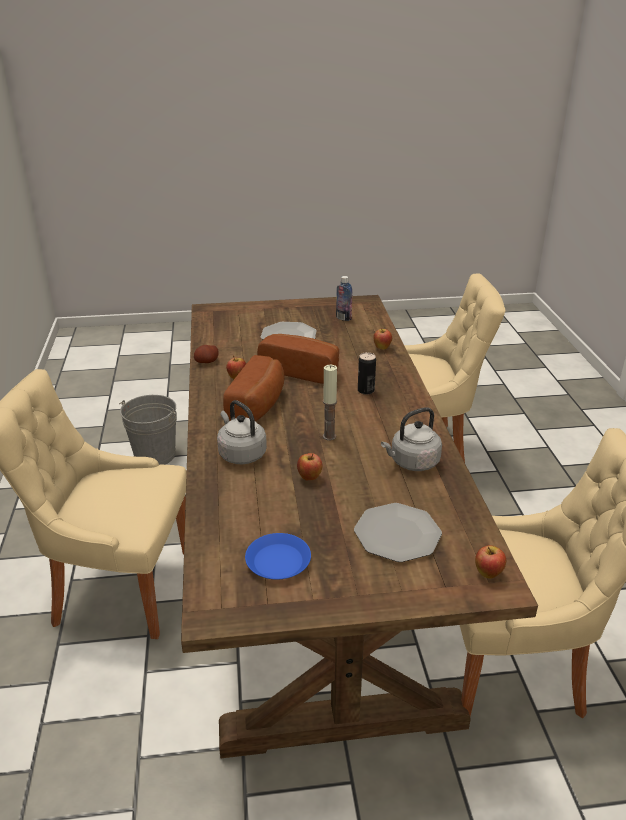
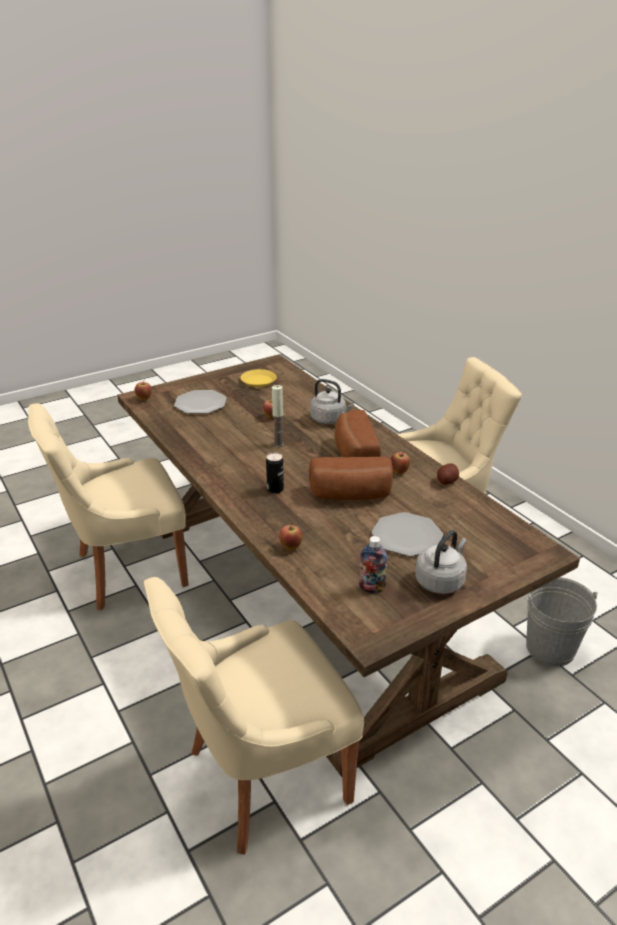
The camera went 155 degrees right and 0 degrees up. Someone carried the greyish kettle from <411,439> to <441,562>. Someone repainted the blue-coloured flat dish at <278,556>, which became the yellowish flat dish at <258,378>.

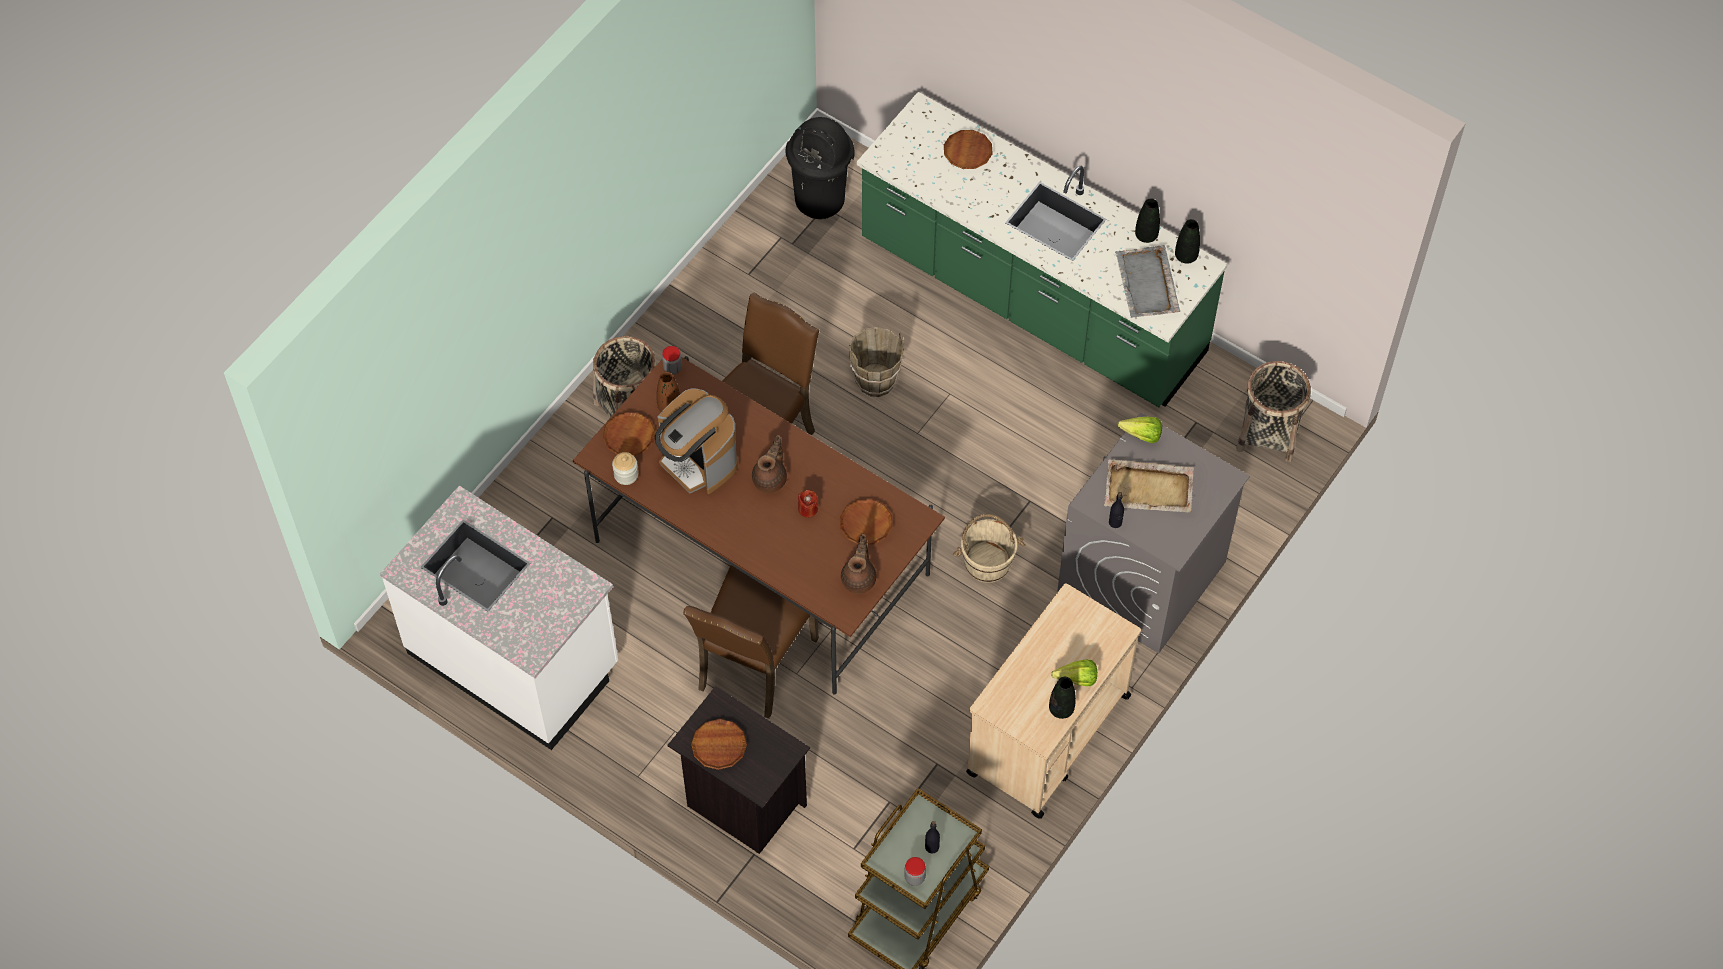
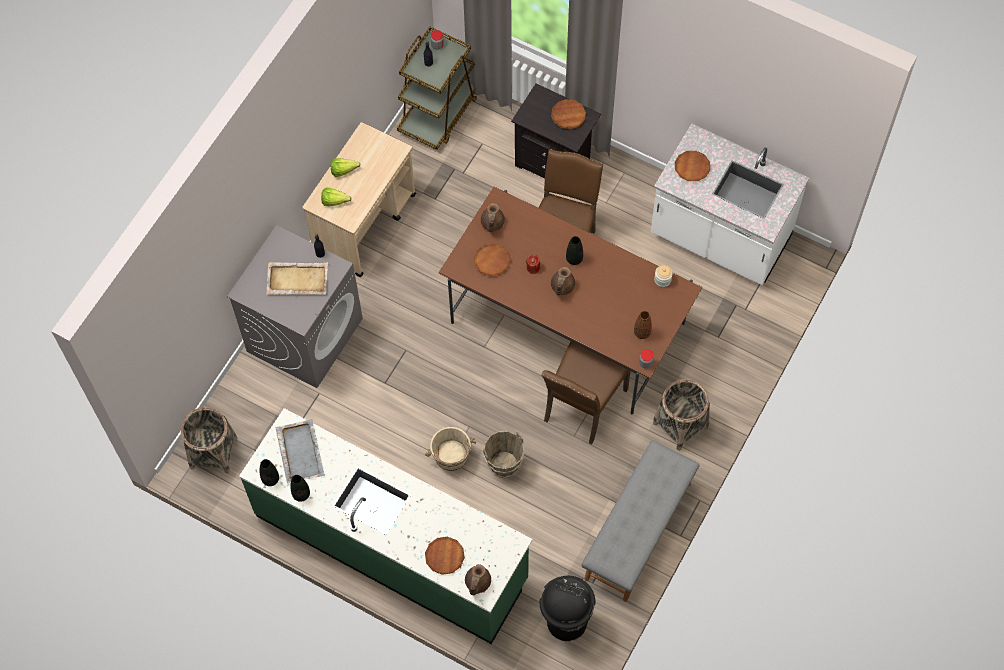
The camera went 175 degrees right and 5 degrees up. Someone took away the coffee maker at <696,441>. Someone put down the brown tea pot at <478,579>. Someone put down the greyish indoor bench at <641,521>. Someone carried the brown flat dish from <629,434> to <692,166>. Someone carried the sand-coloured water bucket from <989,548> to <450,449>. Someone carried the black flower vase from <1062,698> to <574,250>. Someone carried the lettuce from <1140,430> to <336,196>.

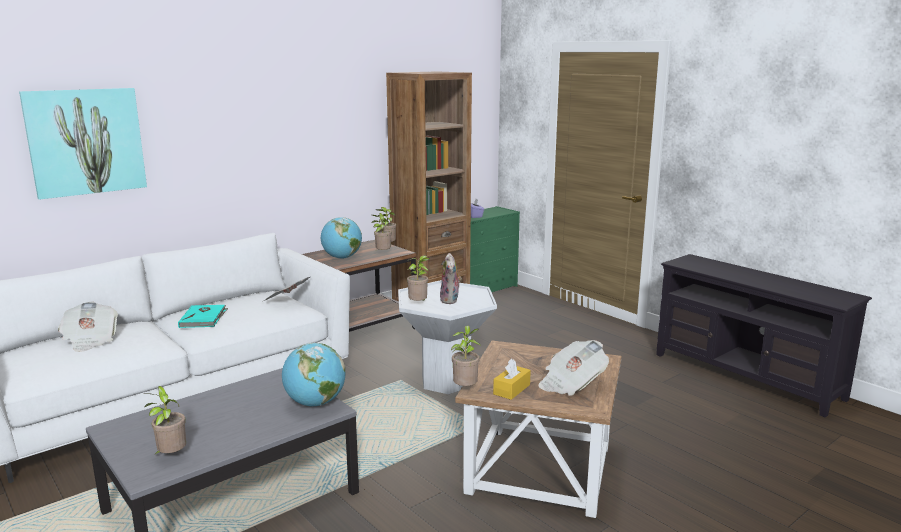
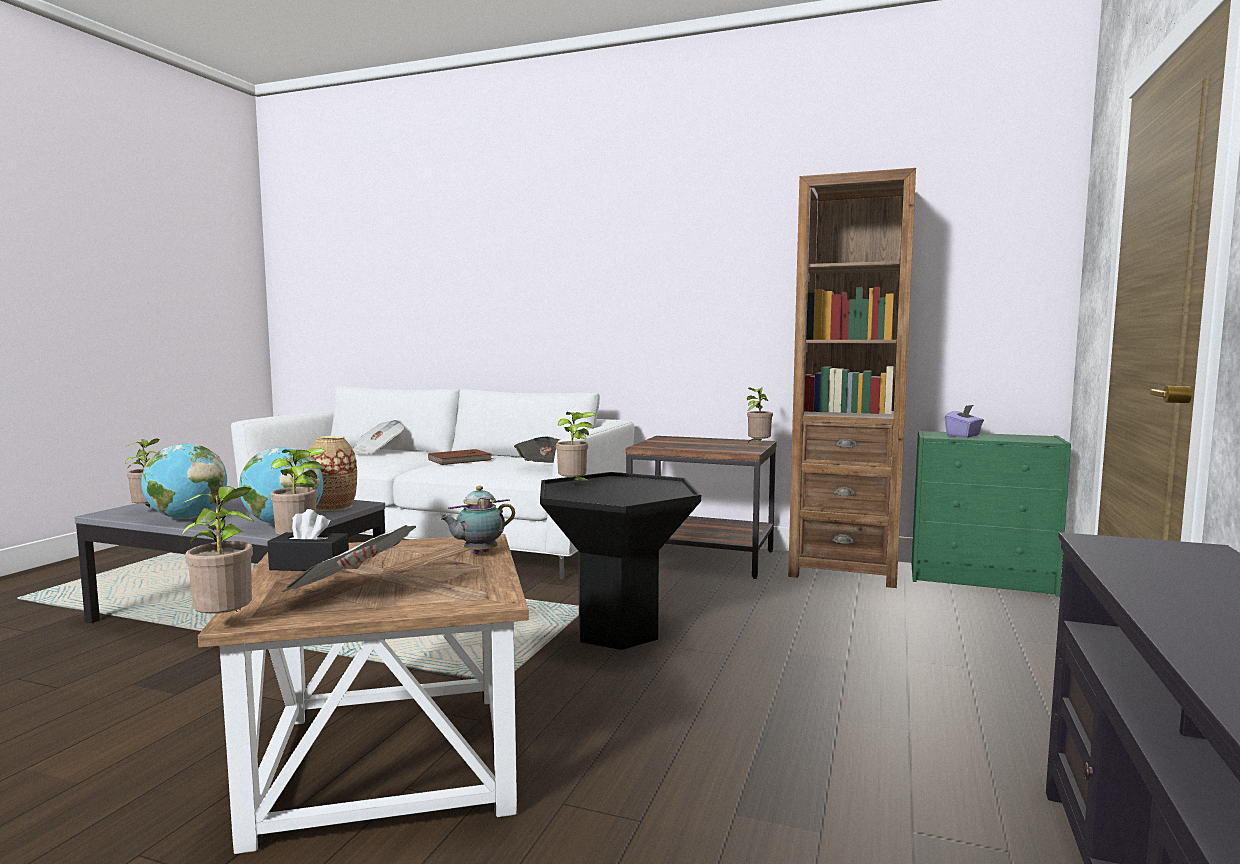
The camera went 60 degrees right and 10 degrees down. Someone took away the wall picture at <83,144>. Someone took away the cuddly toy at <451,278>. Someone put down the flower vase at <333,473>. Someone put down the tea pot at <477,520>. Someone carried the desk globe from <341,238> to <184,481>. Someone carried the plant in a pot from <381,232> to <217,550>. Someone repainted the turquoise book at <203,316>, which became the brown book at <461,457>. Someone repainted the whitish accent table at <447,337>, which became the black accent table at <620,561>. Someone repainted the yellowish tissue box at <512,379>, which became the black tissue box at <308,540>.

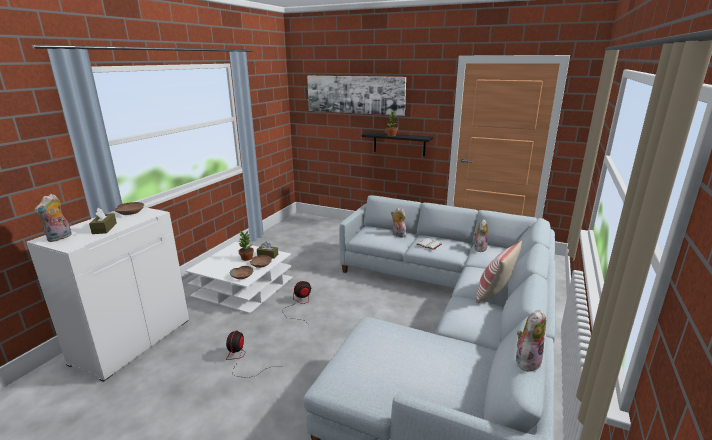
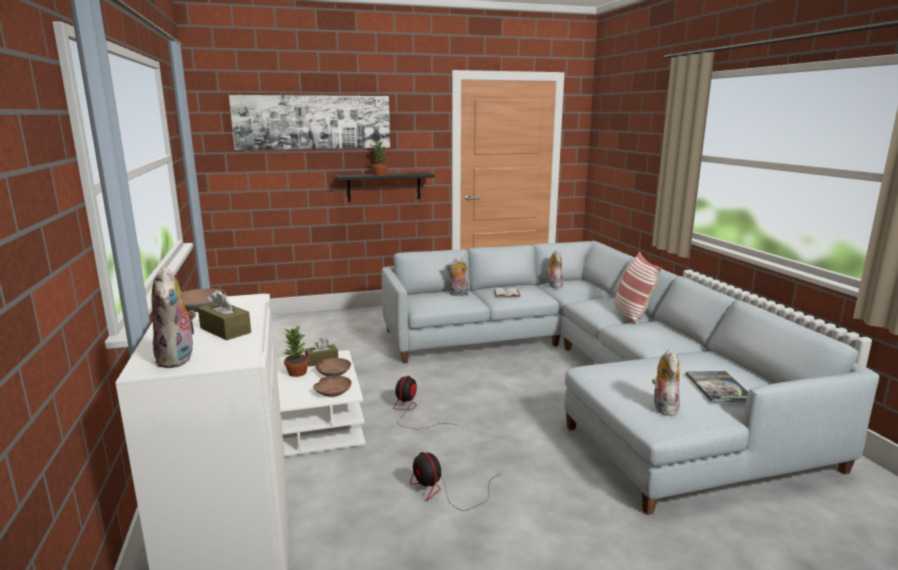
The camera went 40 degrees left and 5 degrees down. Someone put down the book at <717,386>. Someone carried the cuddly toy from <531,340> to <666,382>.

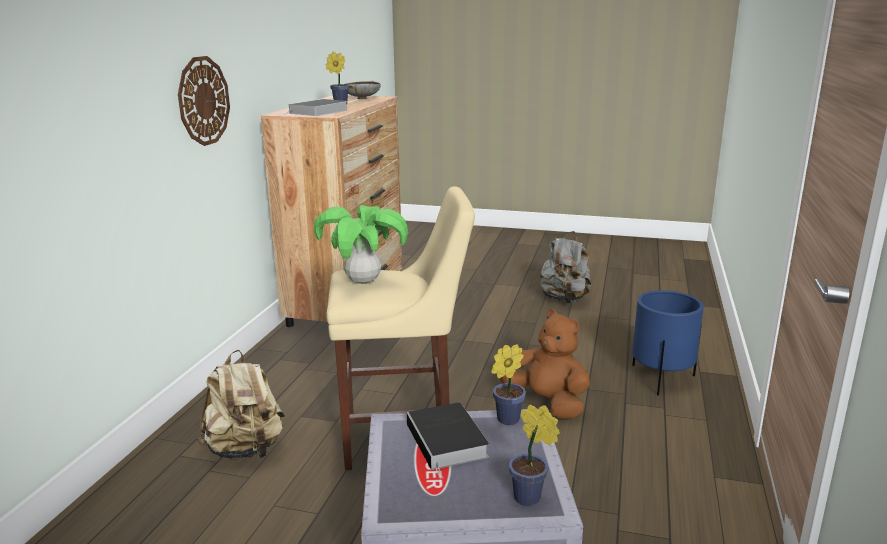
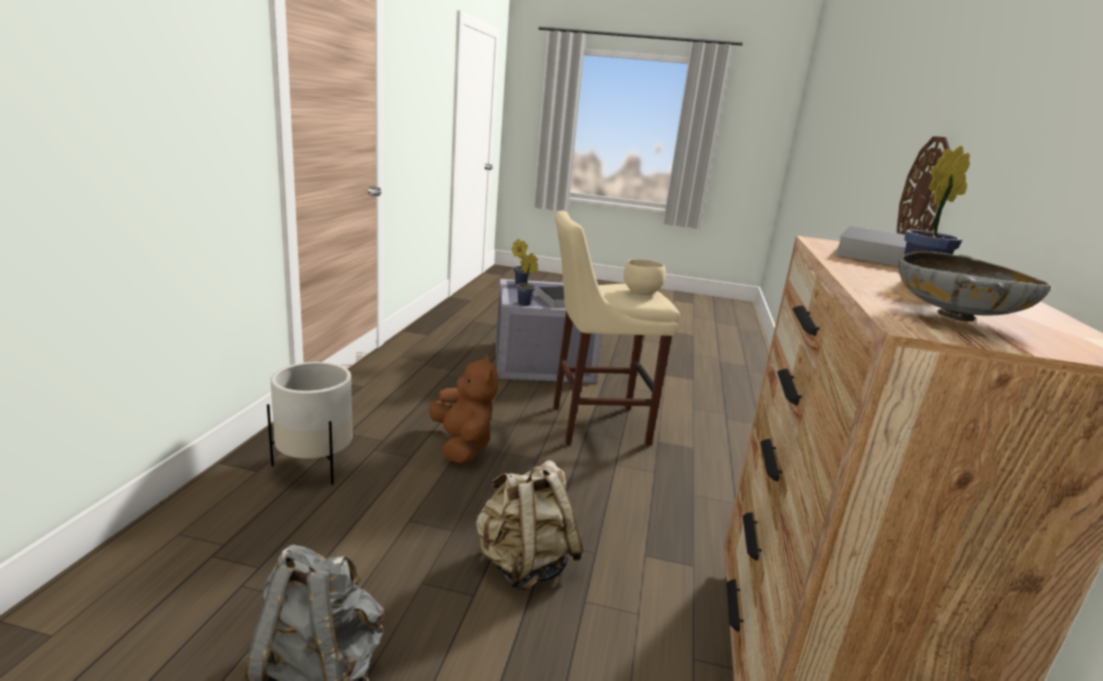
The camera went 175 degrees right and 0 degrees up. Someone carried the sand-coloured knapsack from <241,404> to <530,525>. Someone swapped the plant in a pot at <361,244> for the sand-coloured bowl at <645,277>. Someone repainted the blue-coloured planter at <668,343>, which became the whitish planter at <310,423>. Someone rotated the brown cuddly toy at <545,364> by 150 degrees counterclockwise.

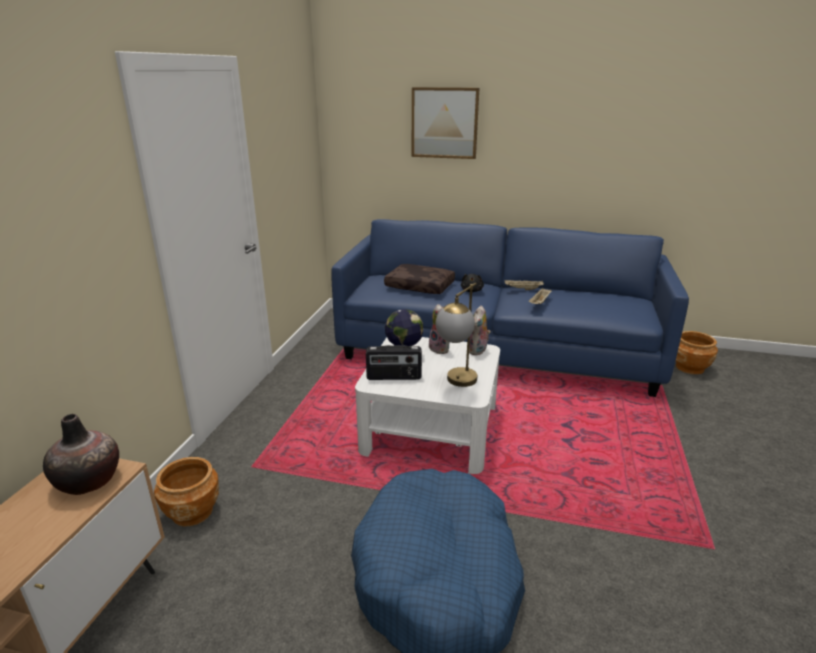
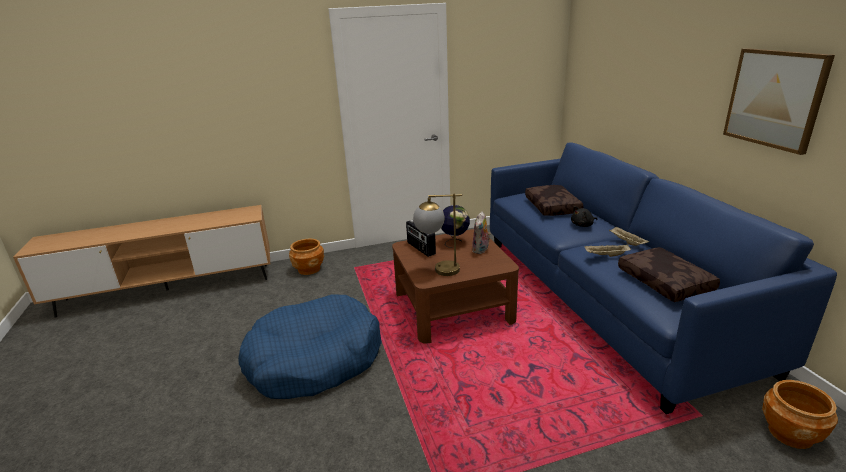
The camera went 60 degrees right and 0 degrees up. Someone took away the flower vase at <81,454>. Someone took away the cuddly toy at <480,330>. Someone put down the brown cushion at <669,274>. Someone carried the wall picture from <445,123> to <779,101>. Someone repainted the whitish coffee table at <427,405>, which became the brown coffee table at <455,286>.

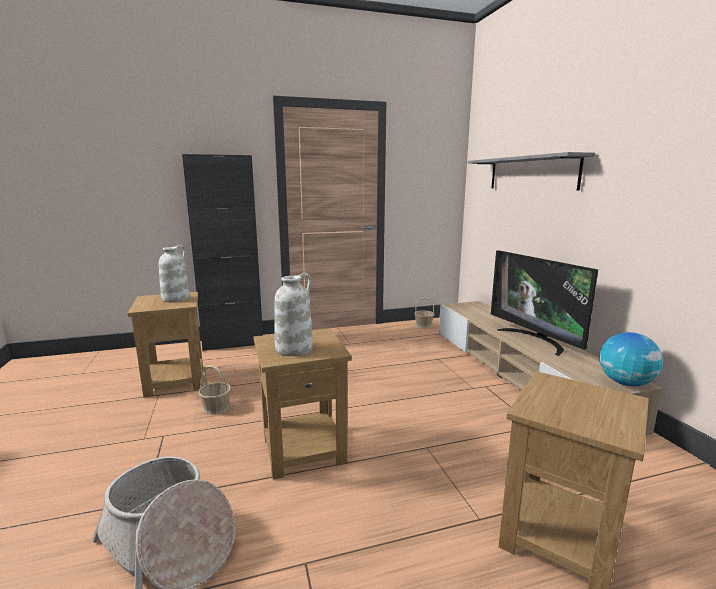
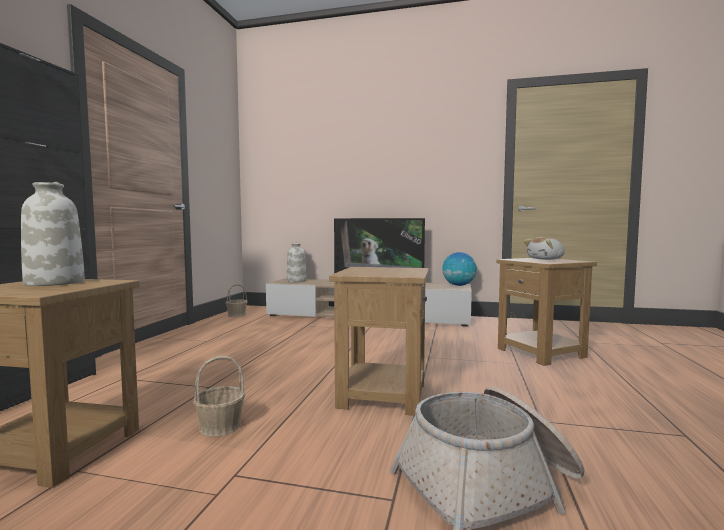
The camera went 60 degrees left and 10 degrees down. Someone took away the greyish wall shelf at <531,171>. Someone put down the cuddly toy at <544,248>. Someone carried the whitish flower vase from <293,314> to <296,262>.

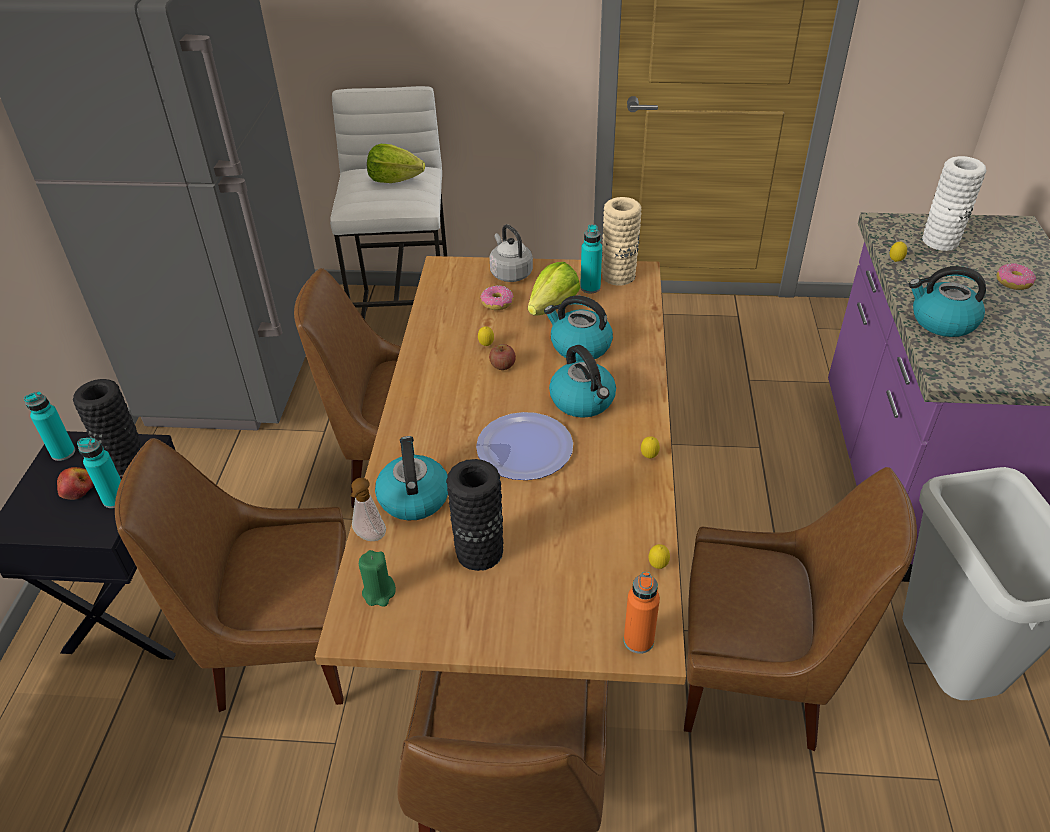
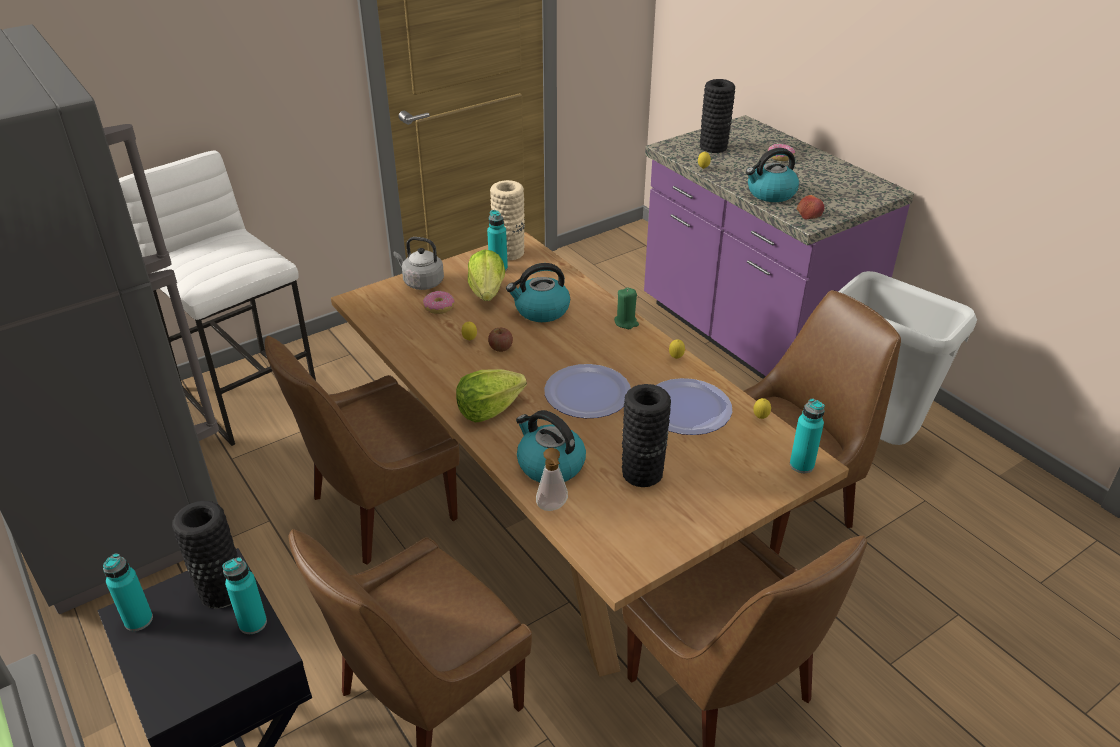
The camera went 40 degrees left and 5 degrees down. Someone took away the kettle at <582,381>. Someone put down the flat dish at <694,406>. Someone carried the apple fruit from <75,483> to <810,207>. Someone carried the green wax light from <377,578> to <626,308>. Someone carried the lettuce from <396,163> to <491,396>. Someone repainted the orangey bottle at <642,613>, which became the turquoise bottle at <807,435>. Someone repainted the whitish flower vase at <954,203>, which became the black flower vase at <717,116>.

